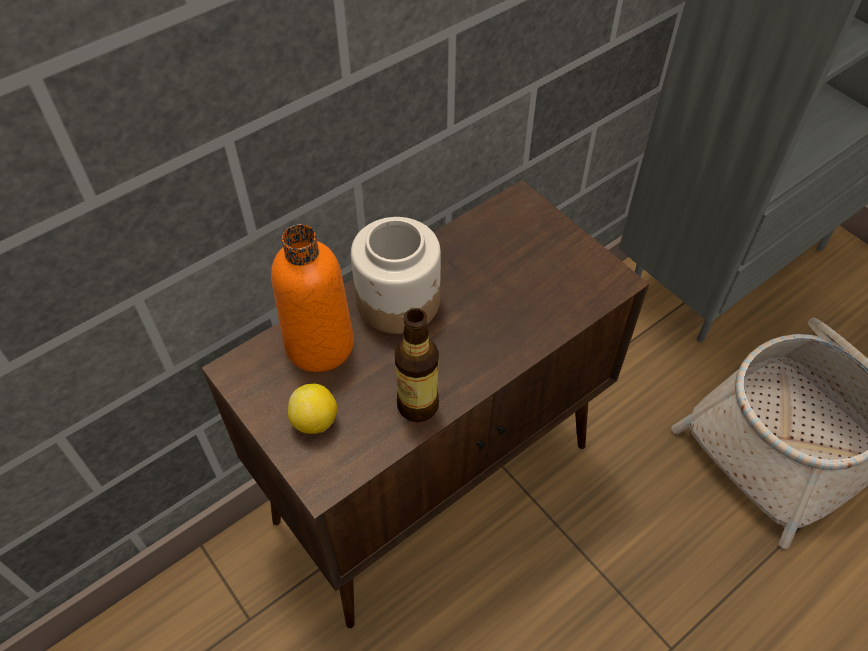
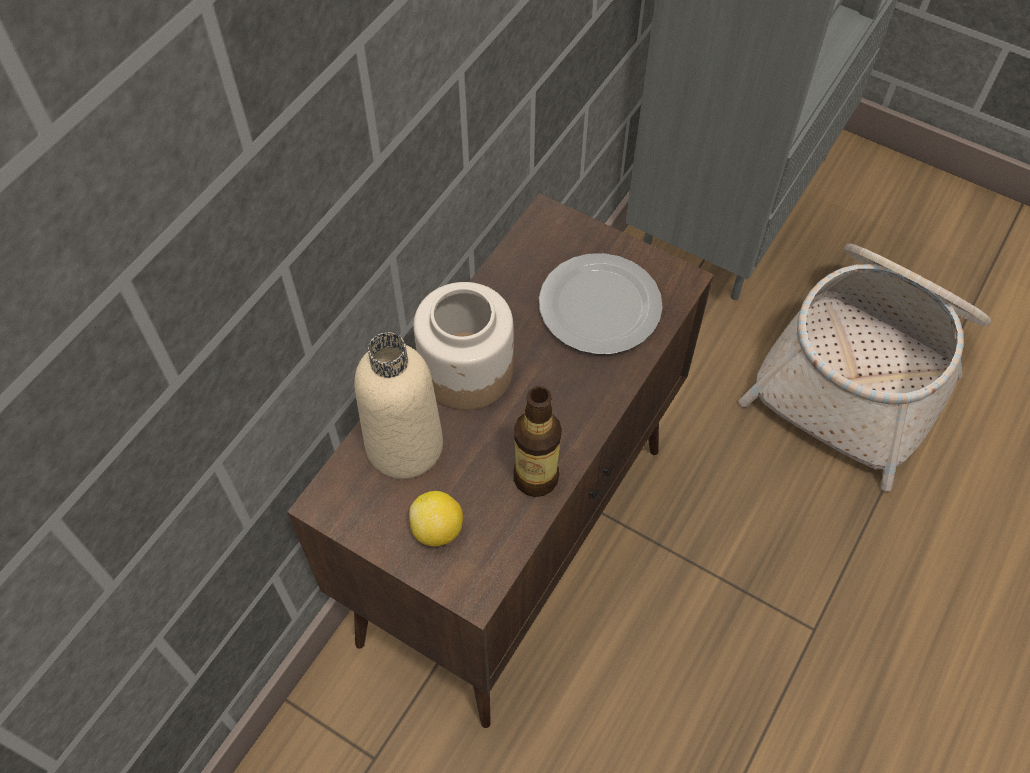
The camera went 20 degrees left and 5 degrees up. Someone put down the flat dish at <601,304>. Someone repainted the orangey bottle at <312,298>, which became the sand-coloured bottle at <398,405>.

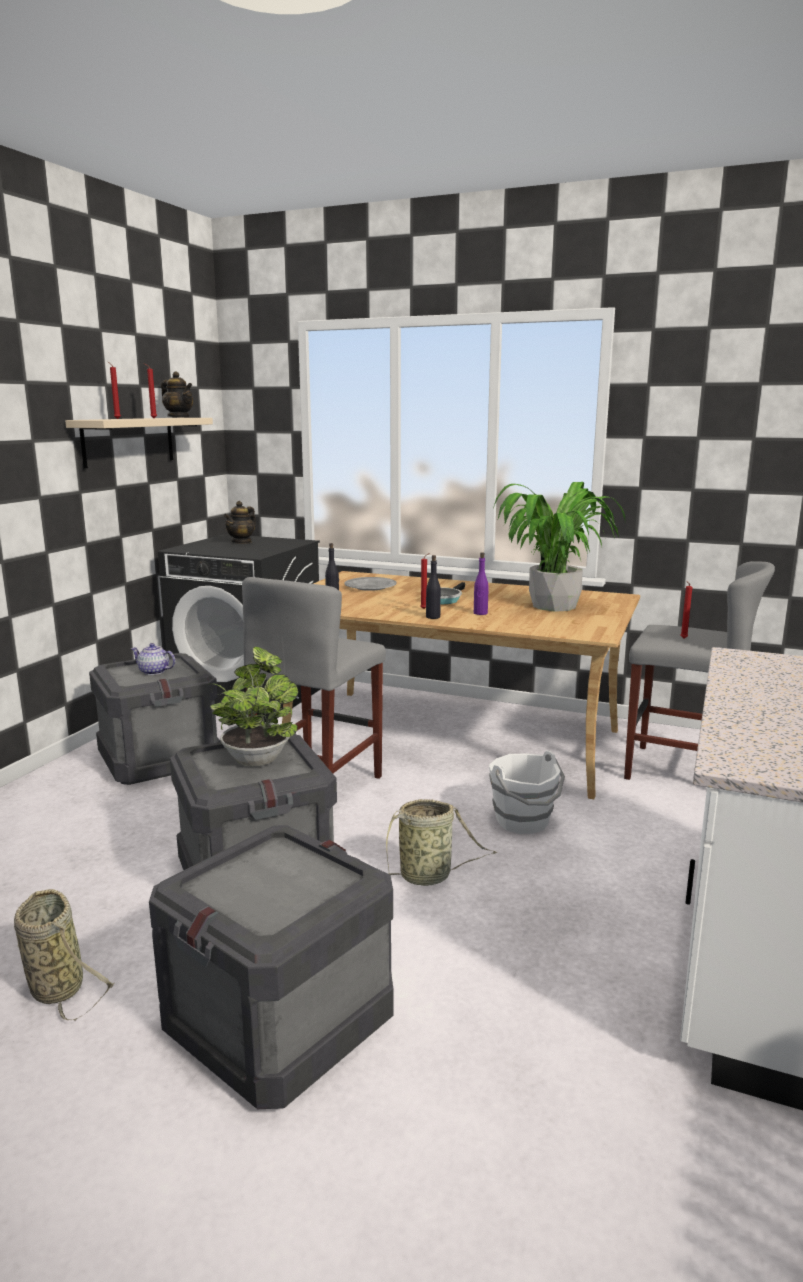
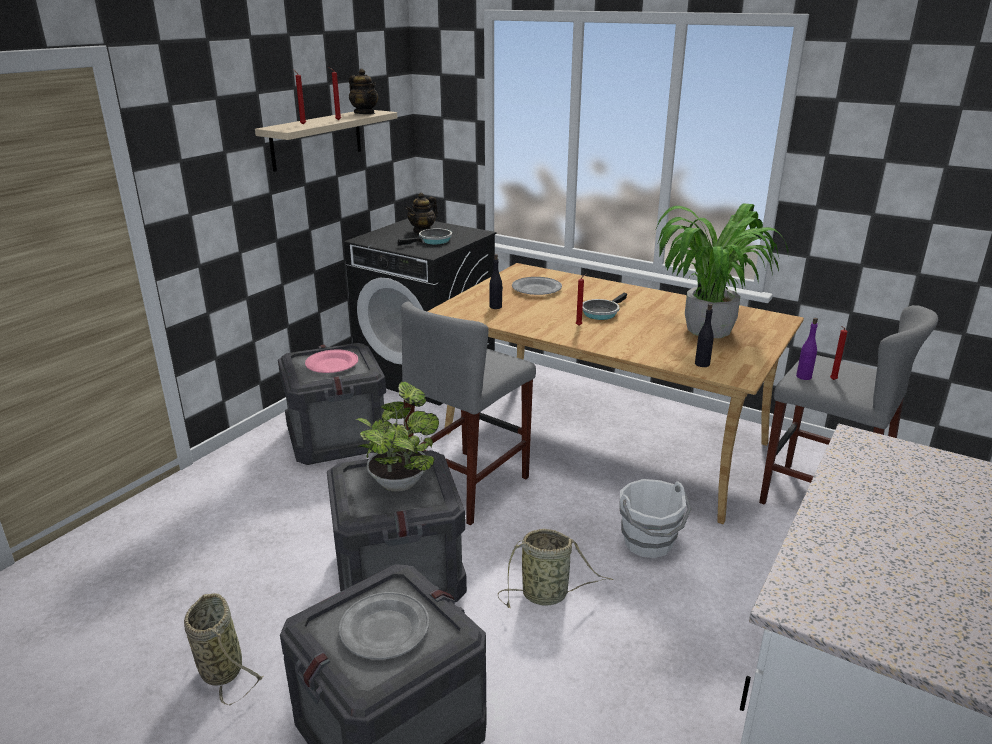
The camera went 10 degrees right and 10 degrees up. Someone put down the greyish flat dish at <384,626>. Someone put down the pan at <425,237>. Someone carried the black bottle from <433,587> to <704,335>. Someone carried the purple bottle from <481,583> to <807,349>. Someone swapped the tea pot at <153,659> for the pink-coloured flat dish at <331,361>.

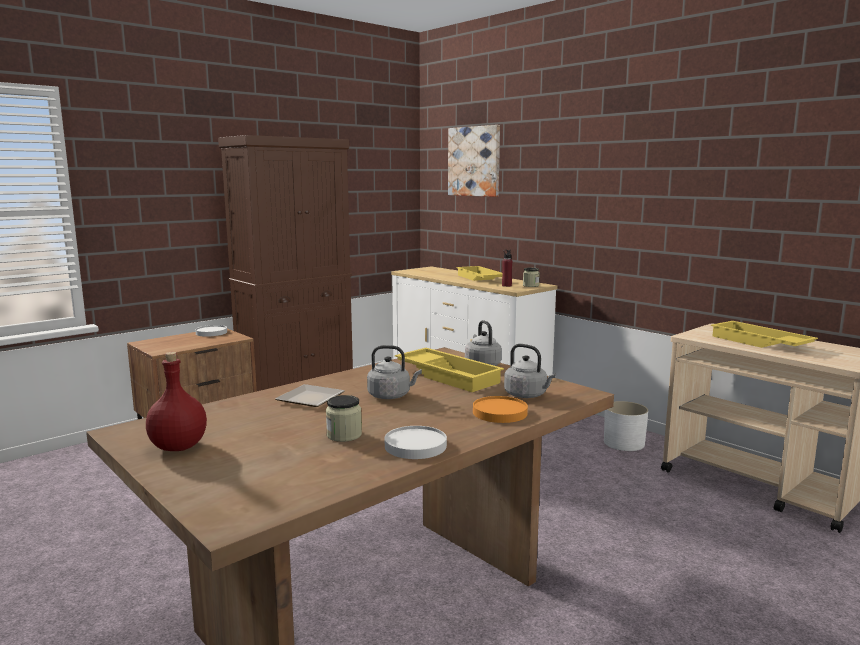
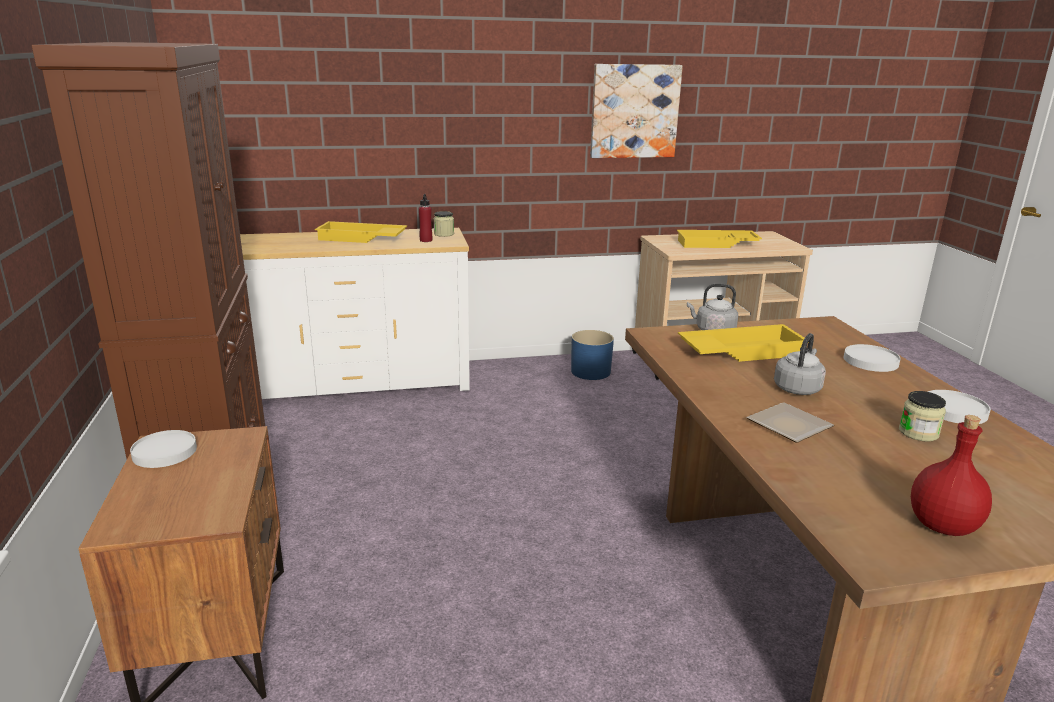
The camera went 60 degrees left and 10 degrees up. Someone took away the greyish kettle at <530,371>. Someone carried the wall picture from <474,161> to <636,111>. Someone repainted the orangey flat dish at <500,409>, which became the whitish flat dish at <872,358>. Someone repainted the whitish planter at <626,426>, which became the blue-coloured planter at <592,355>.

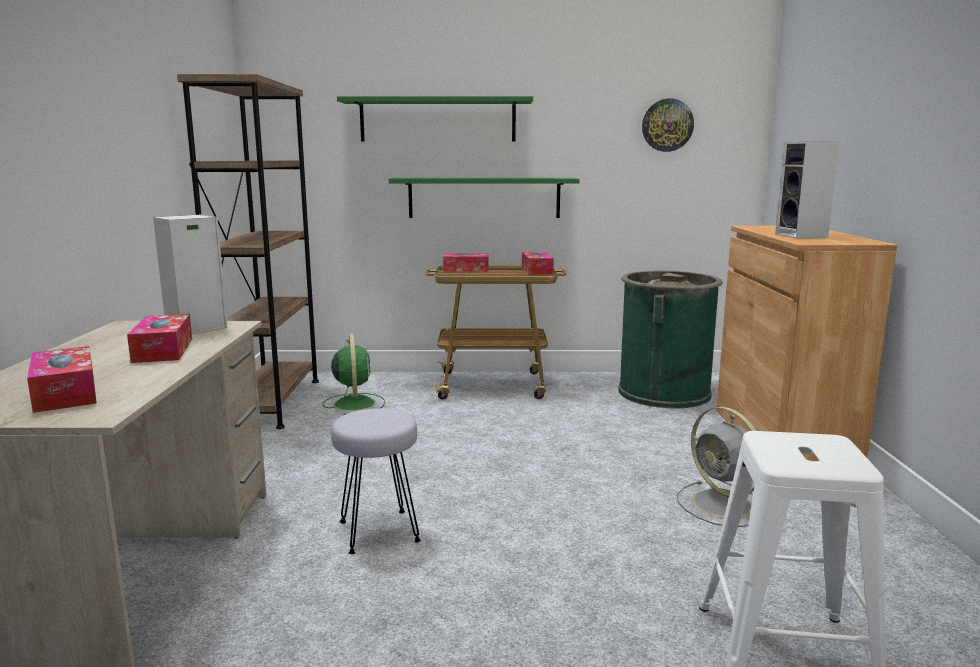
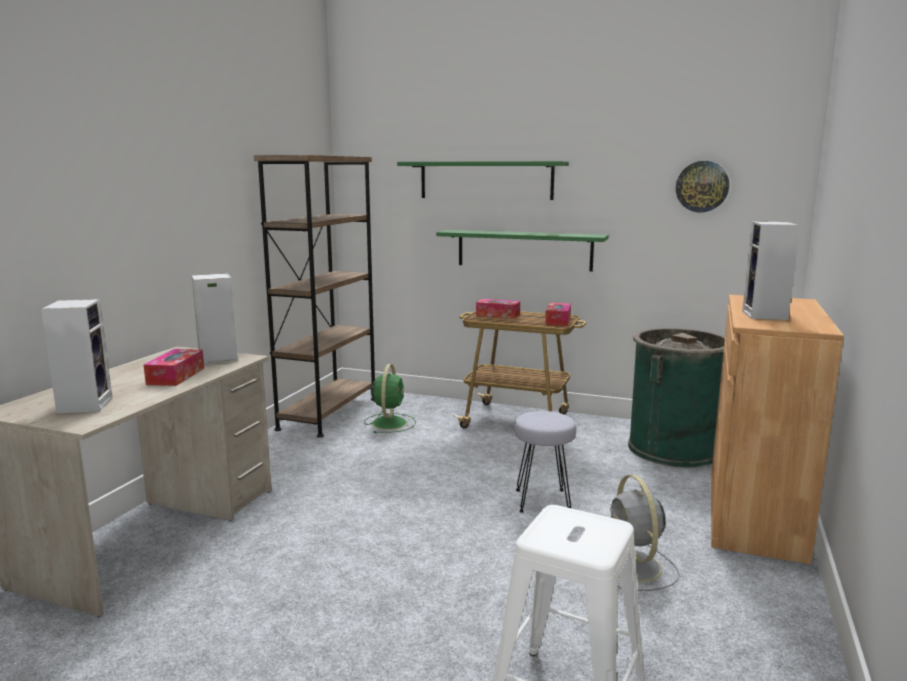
The camera went 20 degrees right and 0 degrees up. Someone carried the greyish stool from <376,481> to <545,462>. Someone swapped the tissue box at <62,379> for the audio speaker at <76,356>.

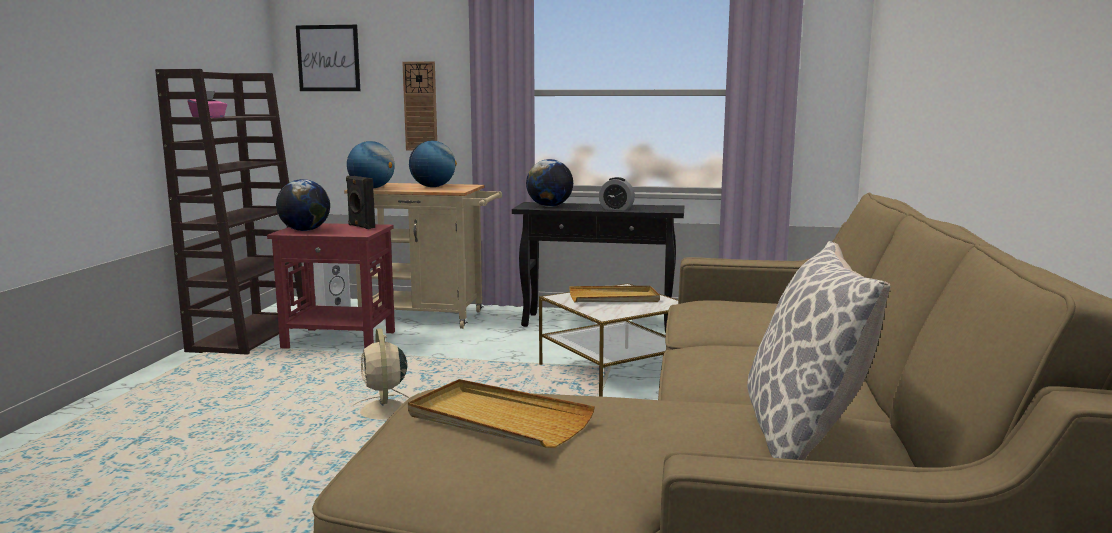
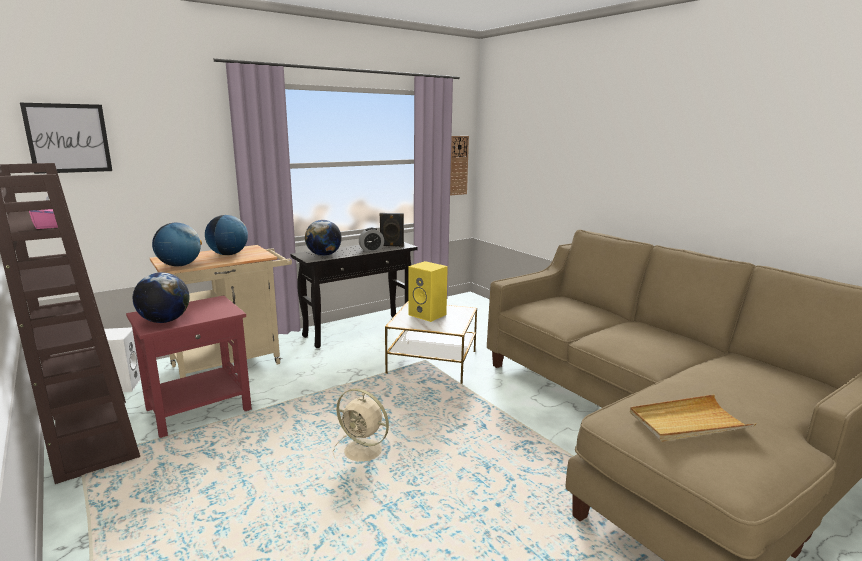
The camera went 45 degrees left and 5 degrees up. Someone took away the cushion at <819,350>. Someone carried the black audio speaker from <360,202> to <391,230>. Someone carried the wall clock from <419,106> to <459,166>. Someone swapped the sand-coloured serving tray at <614,294> for the yellowish audio speaker at <428,291>.

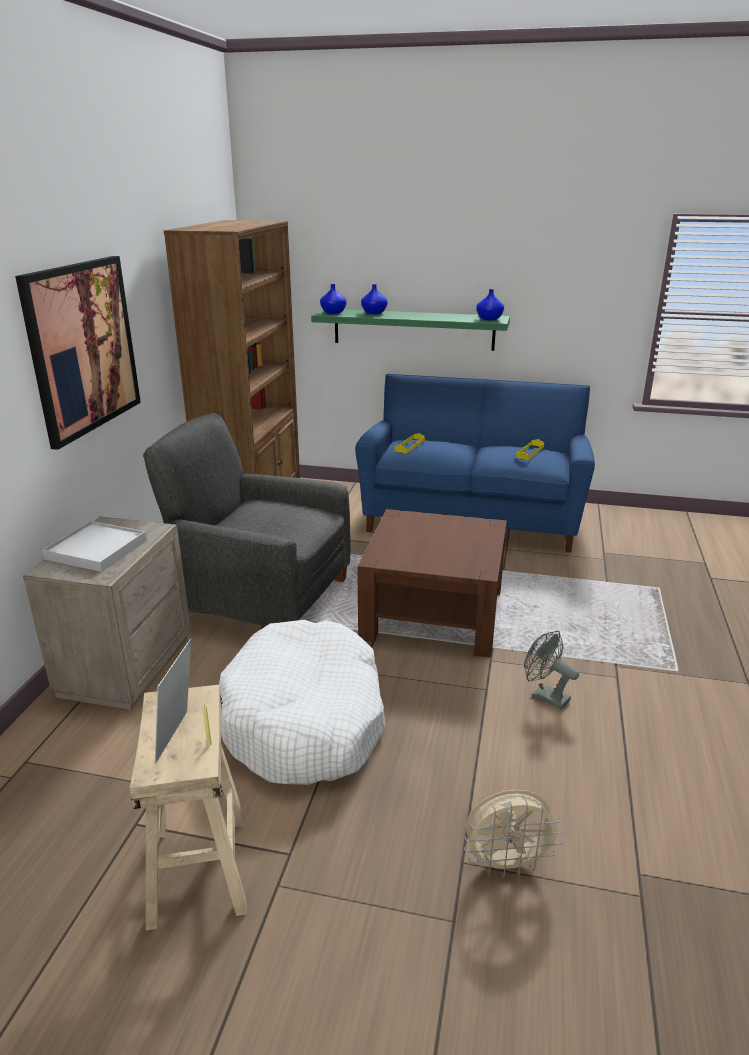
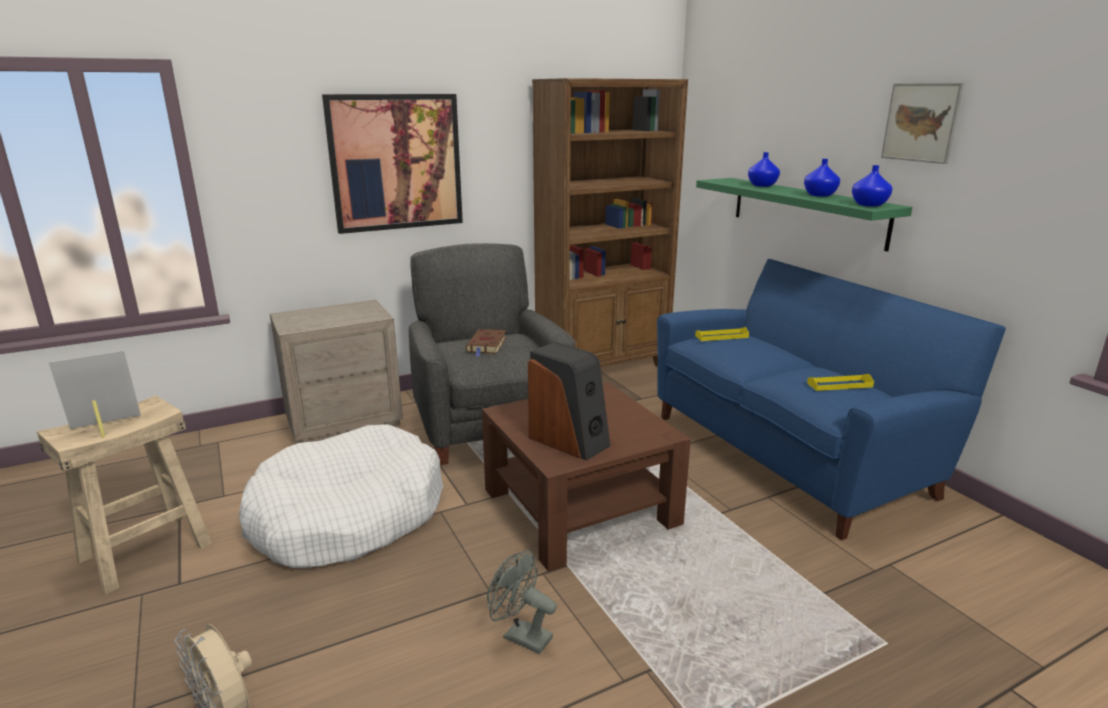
The camera went 50 degrees right and 5 degrees down. Someone took away the whitish serving tray at <94,546>. Someone put down the brown book at <486,343>. Someone put down the audio speaker at <569,401>. Someone put up the wall picture at <922,123>. Someone carried the blue-coloured flower vase from <333,299> to <822,178>. Someone rotated the greyish fan at <551,670> by 60 degrees counterclockwise.

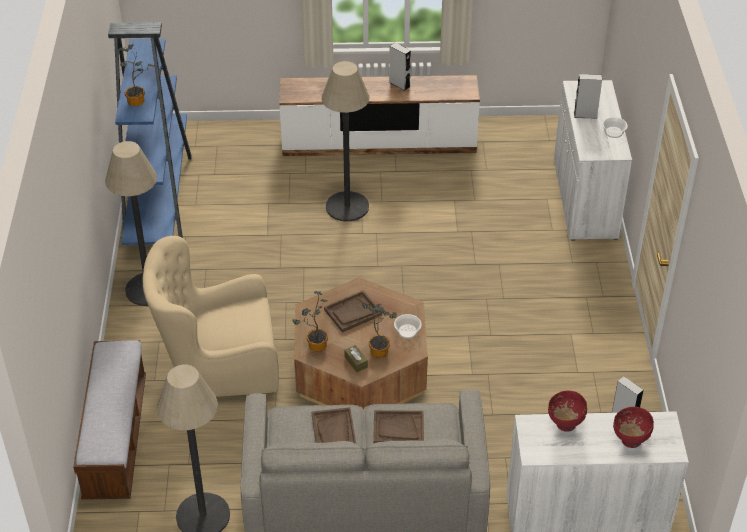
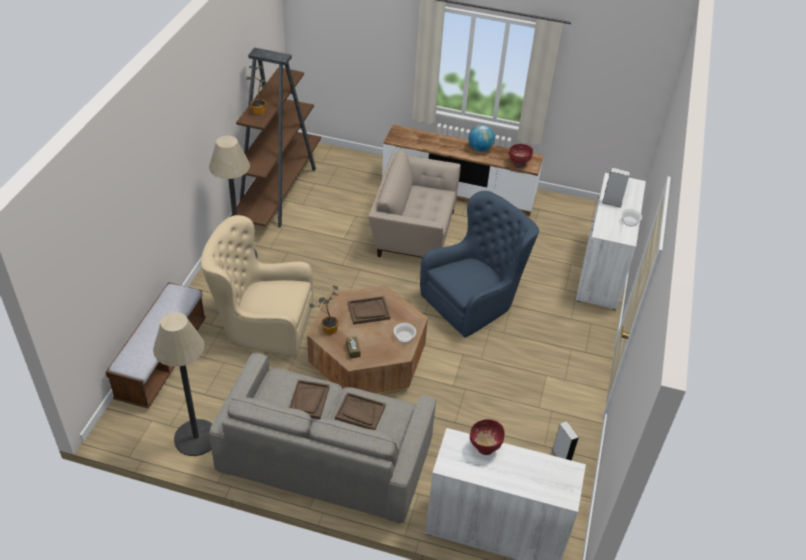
The camera went 15 degrees right and 0 degrees up. Someone took away the plant in a pot at <379,330>. Someone put down the blue-coloured easy chair at <479,264>. Someone carried the red-coloured bowl from <633,427> to <521,156>. Someone swapped the standard lamp at <345,141> for the sand-coloured easy chair at <414,204>. Someone swapped the greyish audio speaker at <400,67> for the desk globe at <481,138>. Someone repainted the blue-coloured bookcase at <150,133>, which became the brown bookcase at <275,137>.

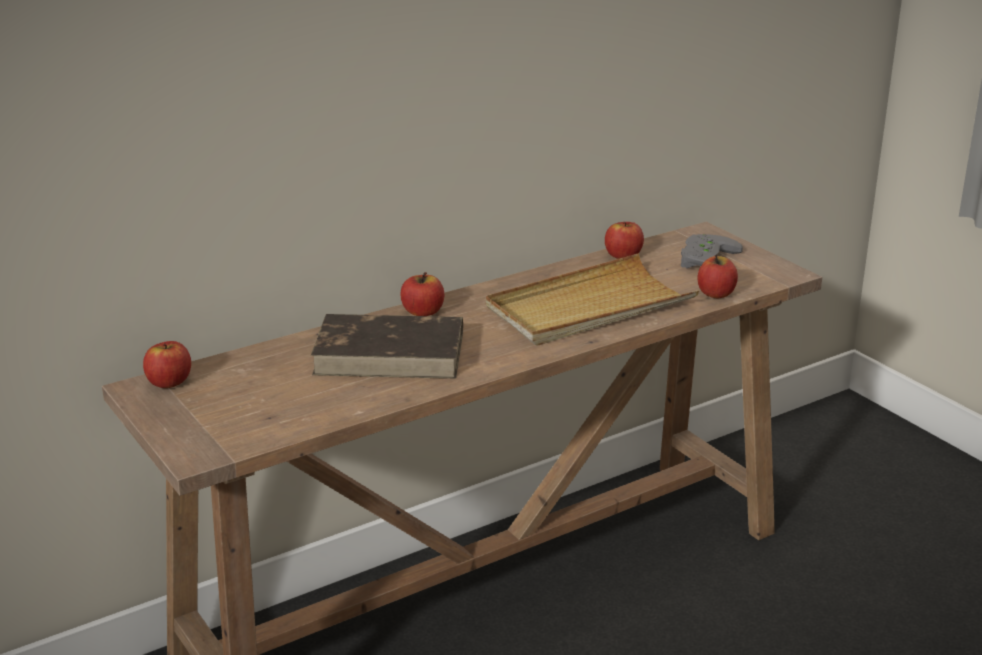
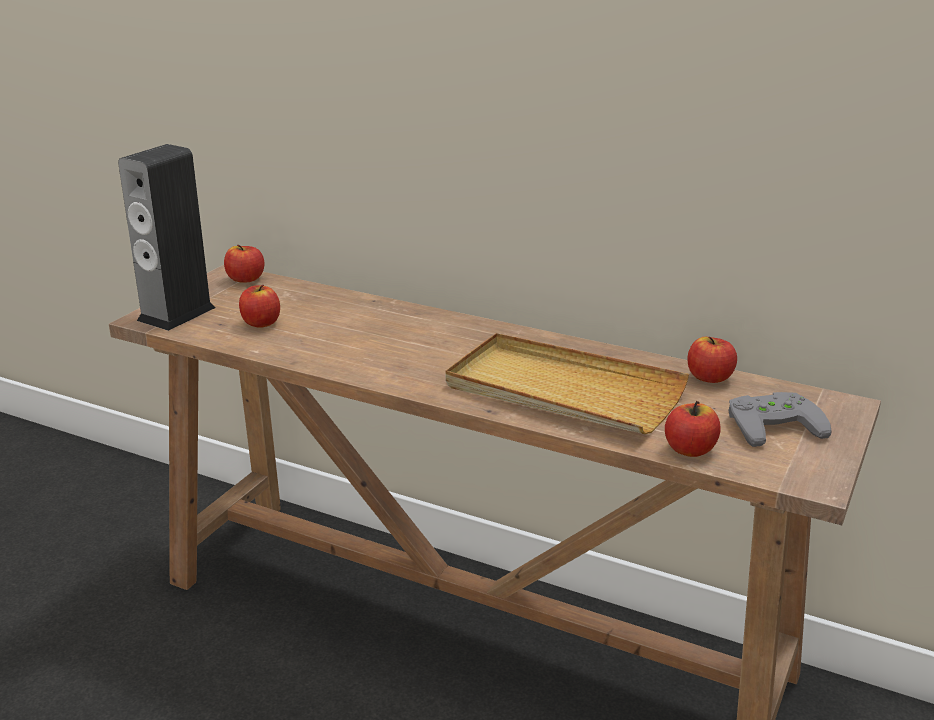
The camera went 60 degrees right and 0 degrees up. Someone took away the brown book at <387,346>. Someone put down the audio speaker at <167,237>. Someone carried the apple fruit from <422,294> to <259,306>.

